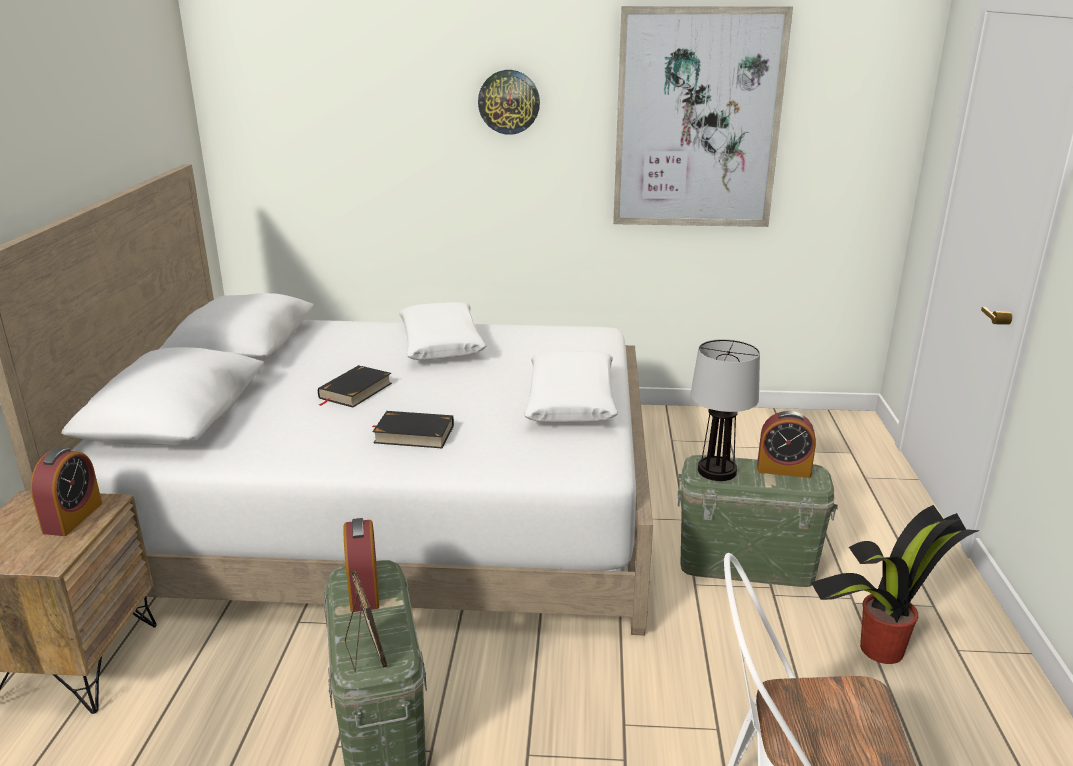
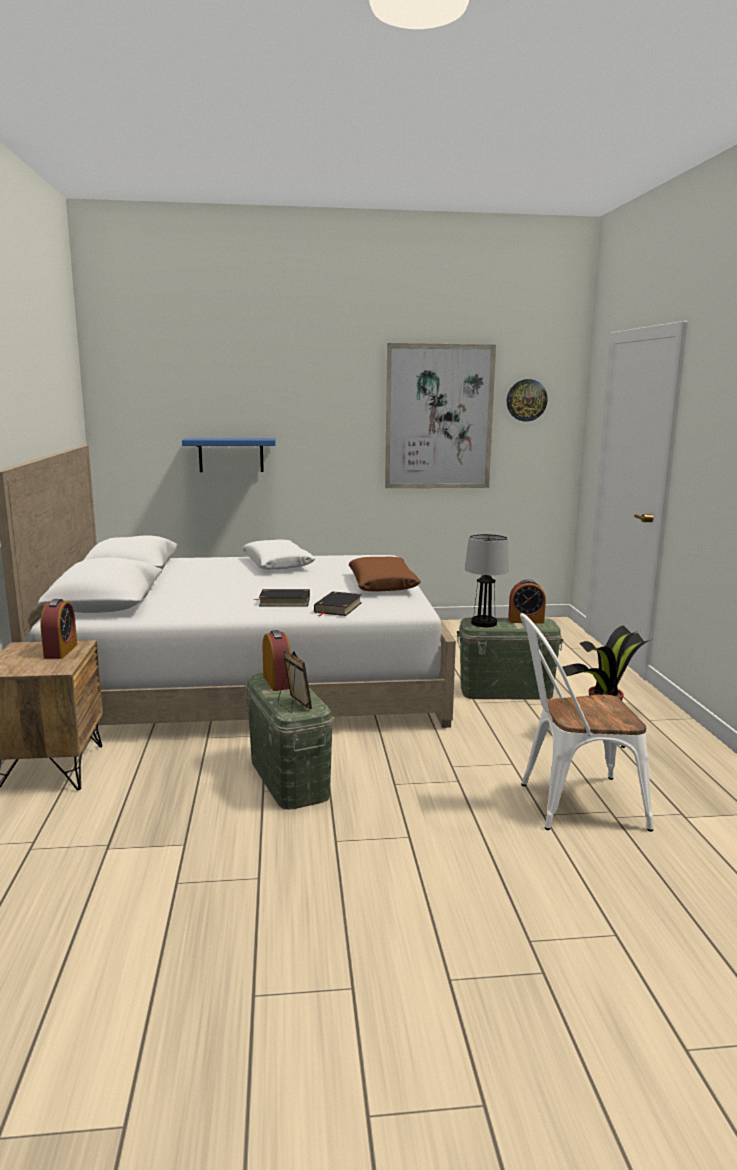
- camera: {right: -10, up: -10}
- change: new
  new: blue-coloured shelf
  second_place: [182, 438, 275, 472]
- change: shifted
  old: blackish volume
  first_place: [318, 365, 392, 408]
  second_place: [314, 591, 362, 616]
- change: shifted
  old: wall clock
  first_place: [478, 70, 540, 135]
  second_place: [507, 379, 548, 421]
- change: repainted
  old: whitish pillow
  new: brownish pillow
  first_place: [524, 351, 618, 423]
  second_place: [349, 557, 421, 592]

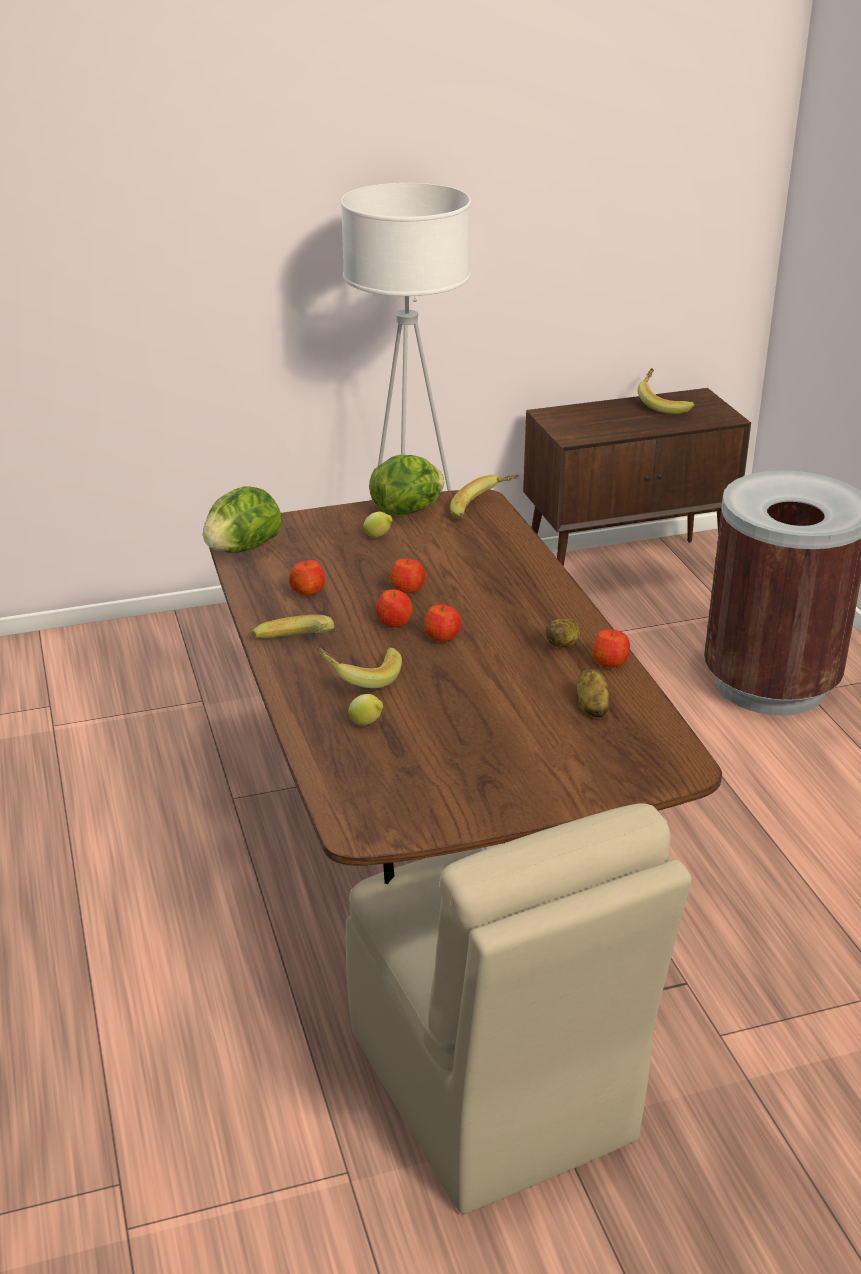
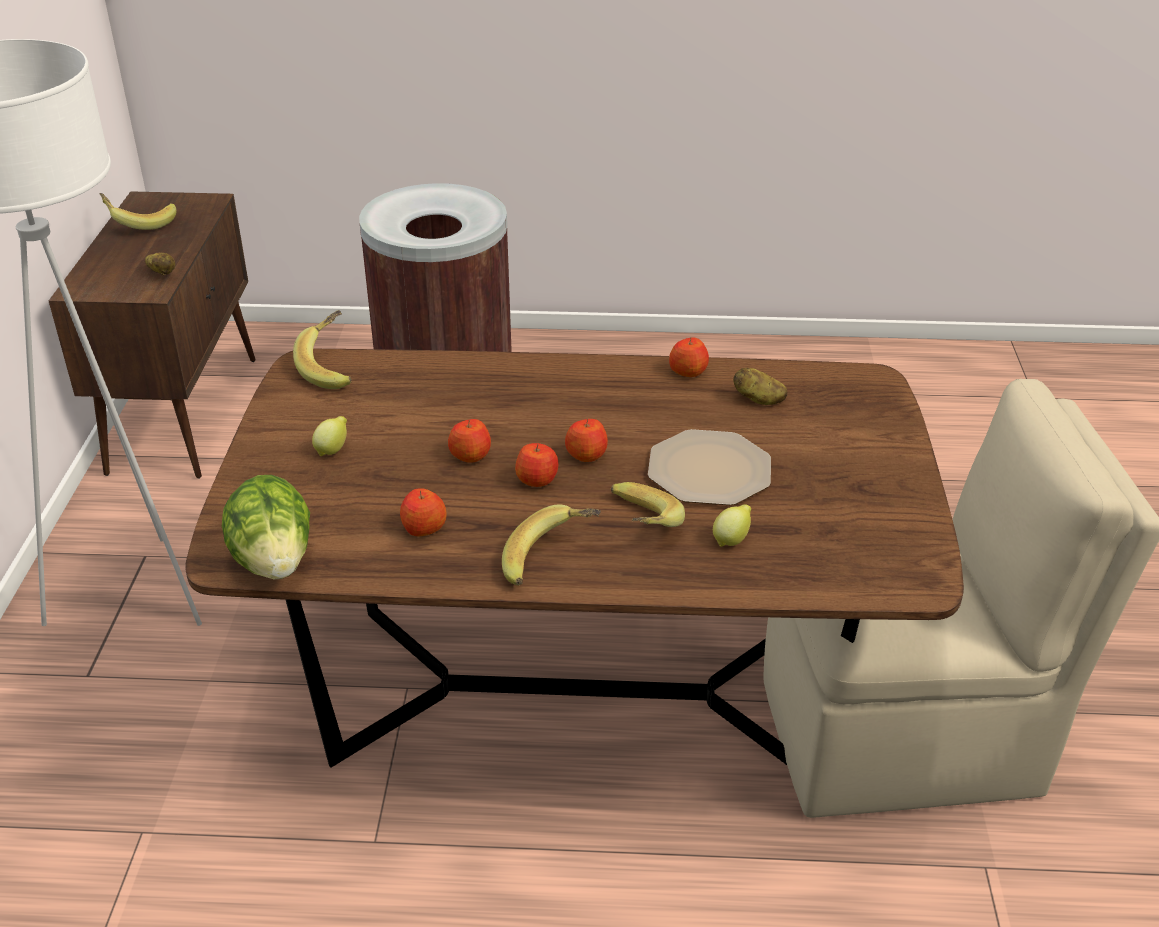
- camera: {right: -70, up: 5}
- change: gone
  old: lettuce
  first_place: [369, 455, 444, 515]
- change: new
  new: flat dish
  second_place: [648, 429, 771, 505]
- change: shifted
  old: potato
  first_place: [546, 619, 580, 647]
  second_place: [145, 252, 175, 275]

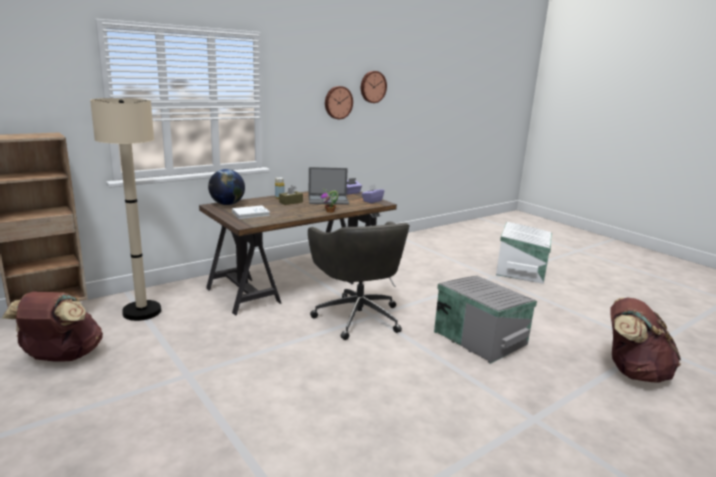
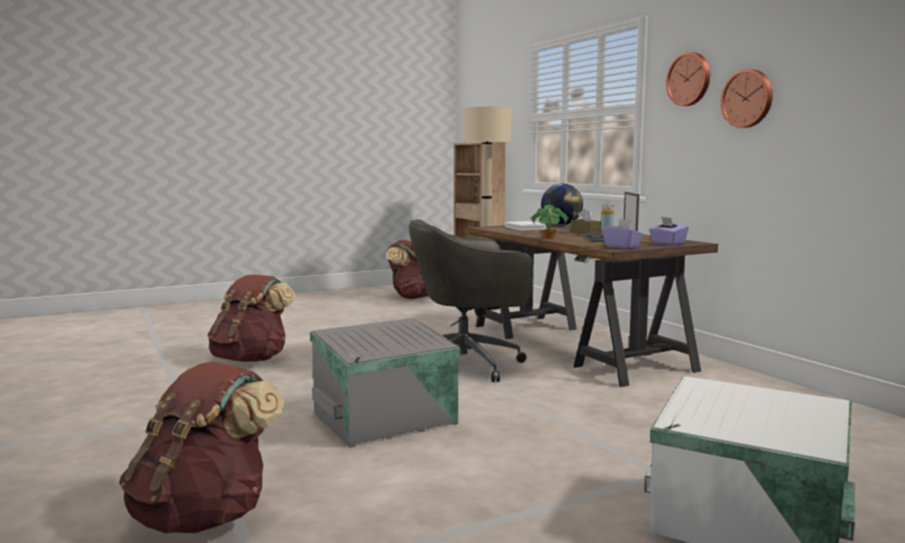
- camera: {right: 100, up: -10}
- change: new
  new: brownish knapsack
  second_place: [207, 275, 296, 362]
- change: shifted
  old: wall clock
  first_place: [361, 71, 387, 103]
  second_place: [666, 52, 710, 106]

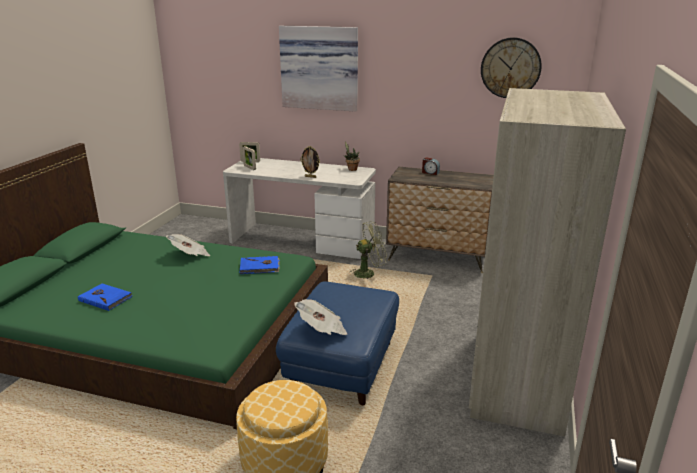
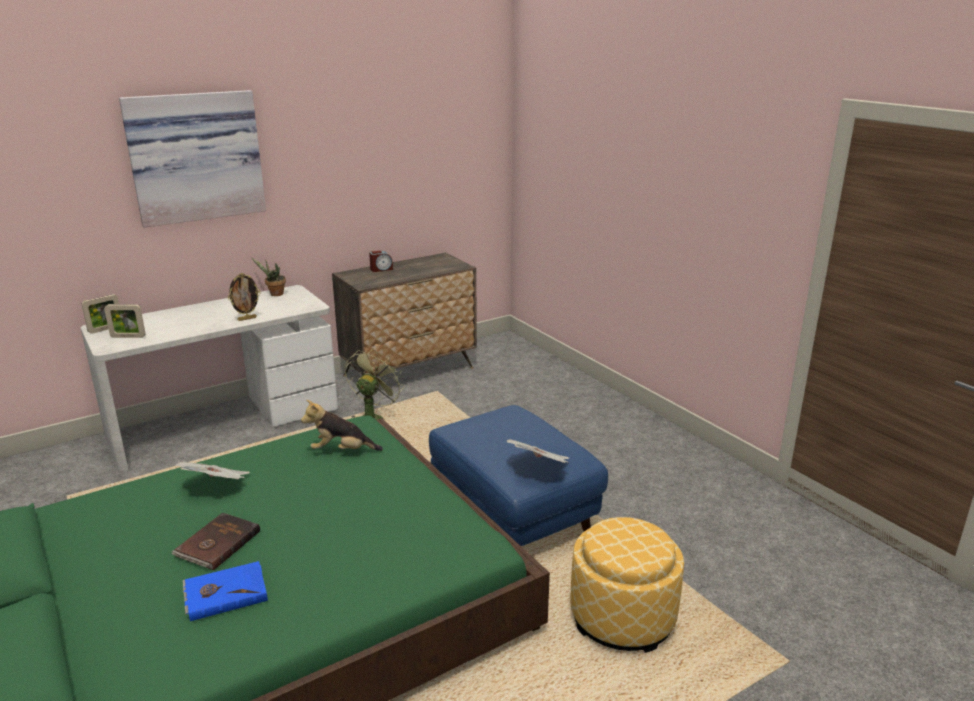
- camera: {right: -50, up: 0}
- change: gone
  old: sand-coloured wardrobe
  first_place: [469, 88, 626, 437]
- change: gone
  old: wall clock
  first_place: [481, 37, 542, 98]
- change: new
  new: brownish volume
  second_place: [171, 513, 260, 570]
- change: swapped
  old: blue-coloured volume
  new: plush toy
  first_place: [239, 256, 280, 274]
  second_place: [301, 400, 383, 451]

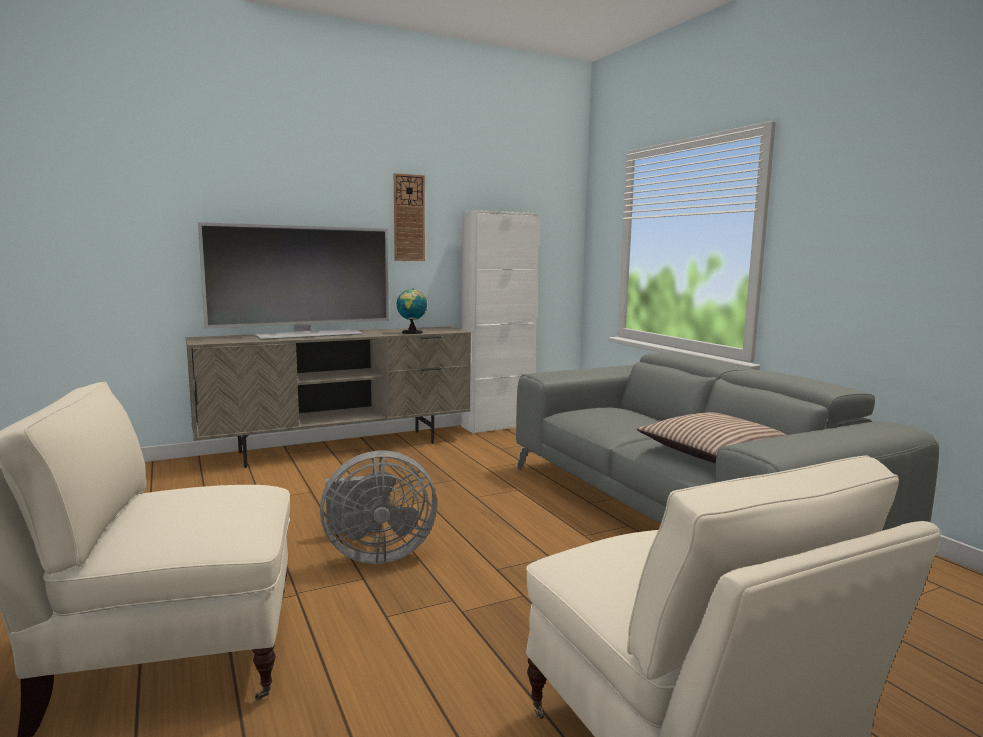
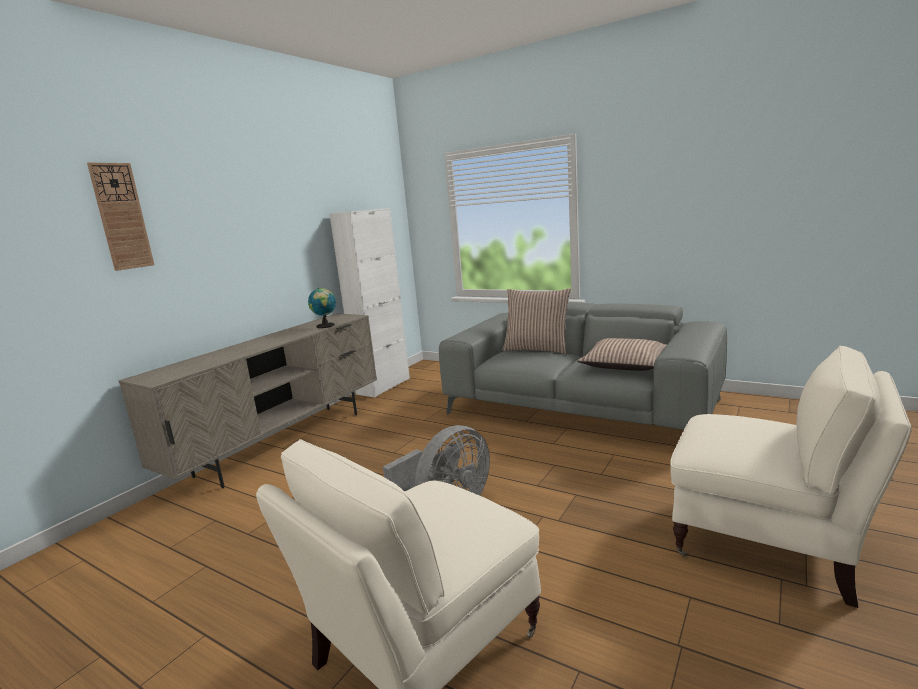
- camera: {right: -30, up: 5}
- change: gone
  old: television
  first_place: [198, 222, 389, 340]
- change: new
  new: pillow
  second_place: [502, 288, 571, 354]
- change: shifted
  old: wall clock
  first_place: [394, 173, 425, 261]
  second_place: [87, 163, 154, 271]

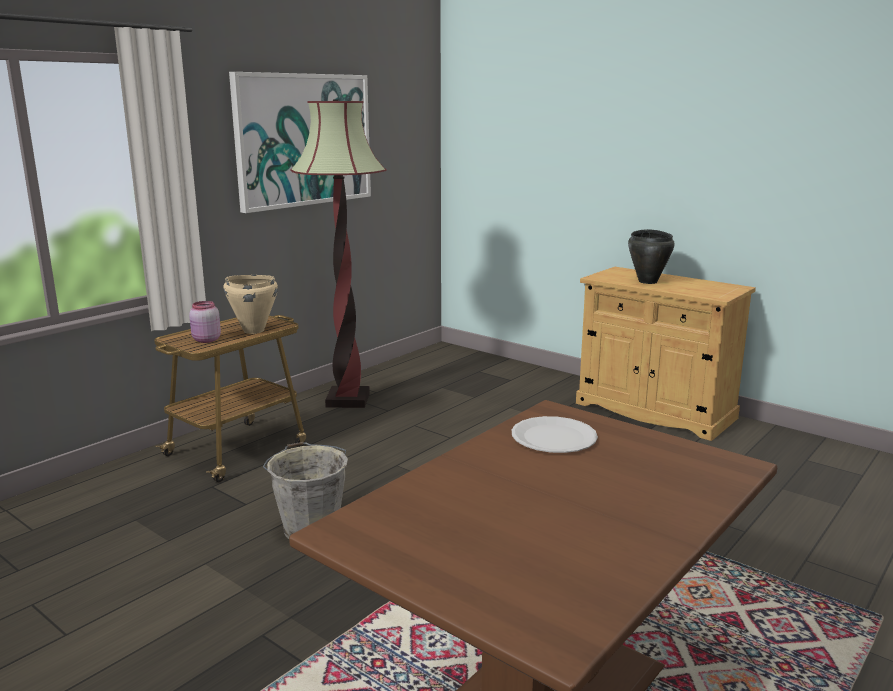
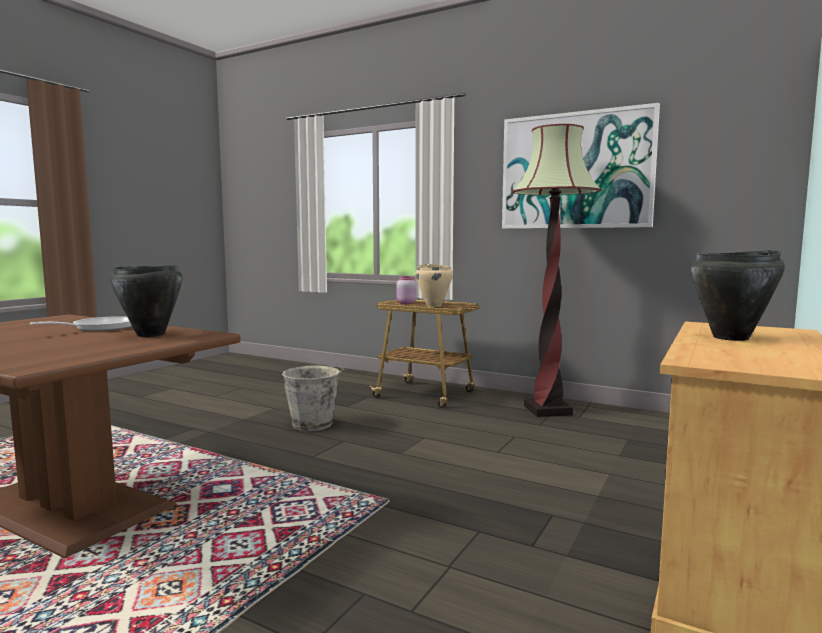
- camera: {right: 80, up: -10}
- change: new
  new: pan
  second_place: [30, 316, 132, 331]
- change: swapped
  old: whitish flat dish
  new: blackish saucepot
  first_place: [512, 416, 598, 453]
  second_place: [111, 265, 182, 337]

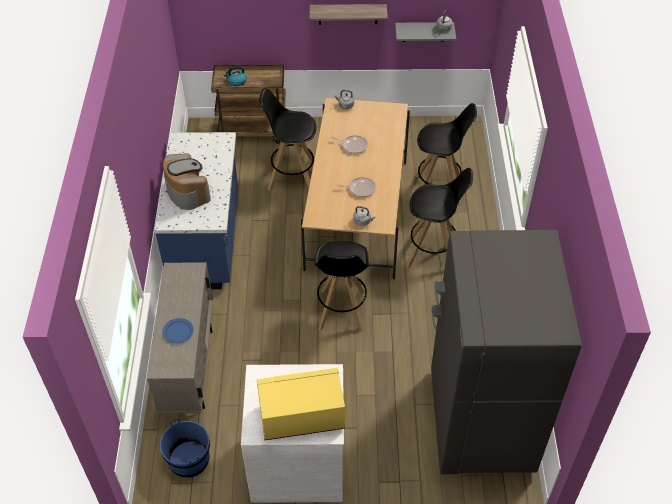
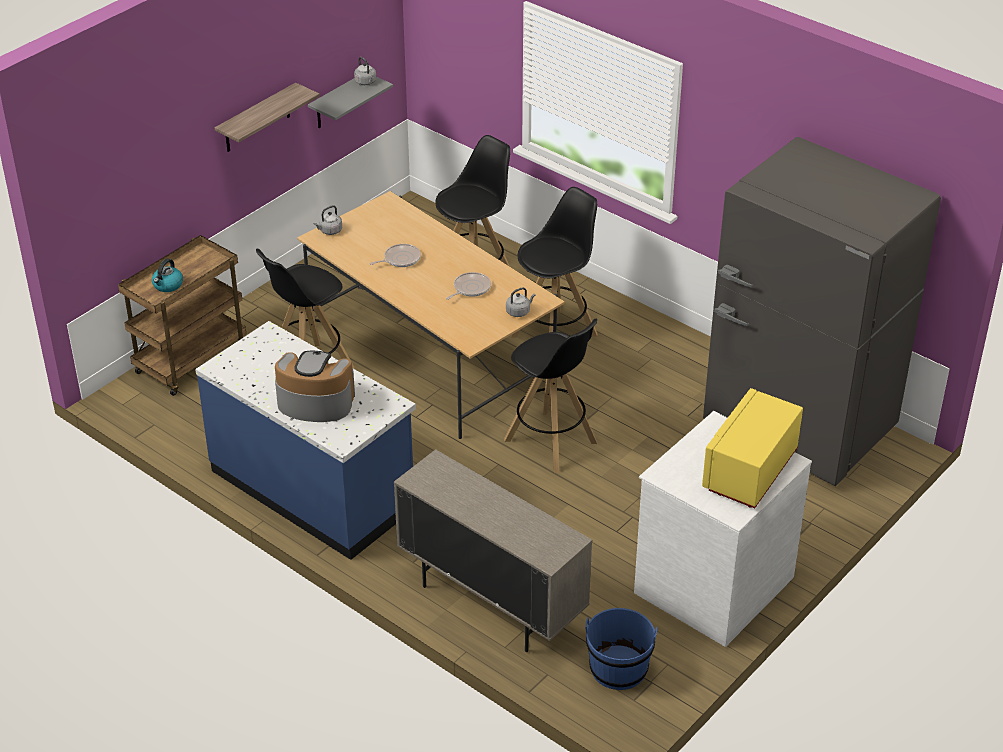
- camera: {right: -50, up: -10}
- change: gone
  old: blue-coloured flat dish
  first_place: [162, 318, 193, 344]

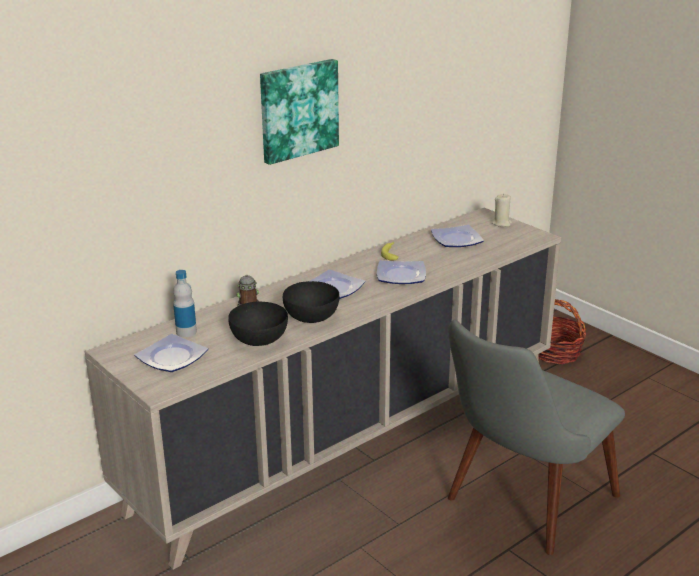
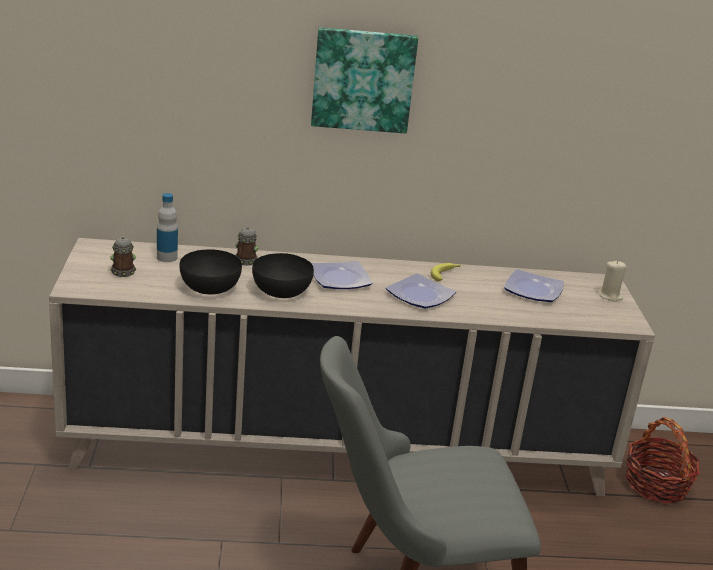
- camera: {right: 35, up: 0}
- change: swapped
  old: flat dish
  new: tea mug
  first_place: [135, 334, 208, 372]
  second_place: [110, 236, 136, 277]

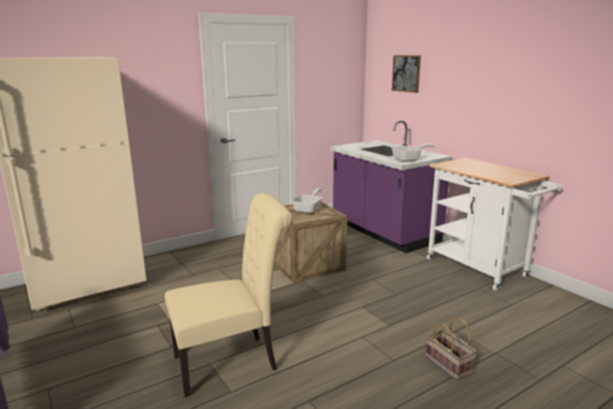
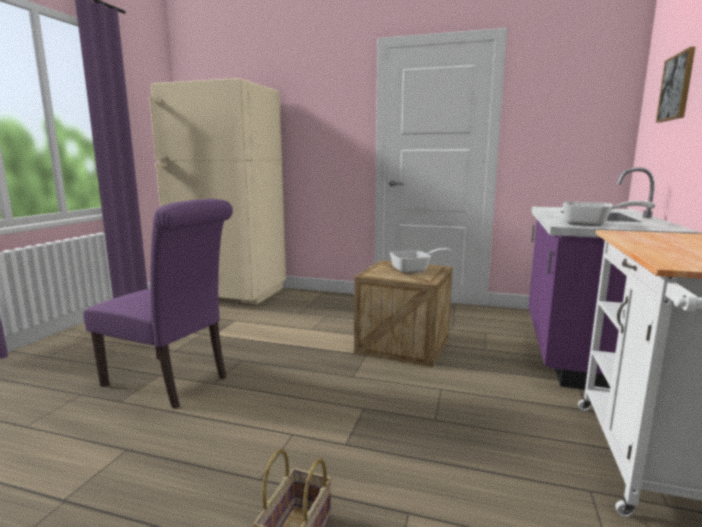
- camera: {right: 50, up: -5}
- change: repainted
  old: sand-coloured upright chair
  new: purple upright chair
  first_place: [165, 193, 292, 397]
  second_place: [83, 199, 233, 409]

